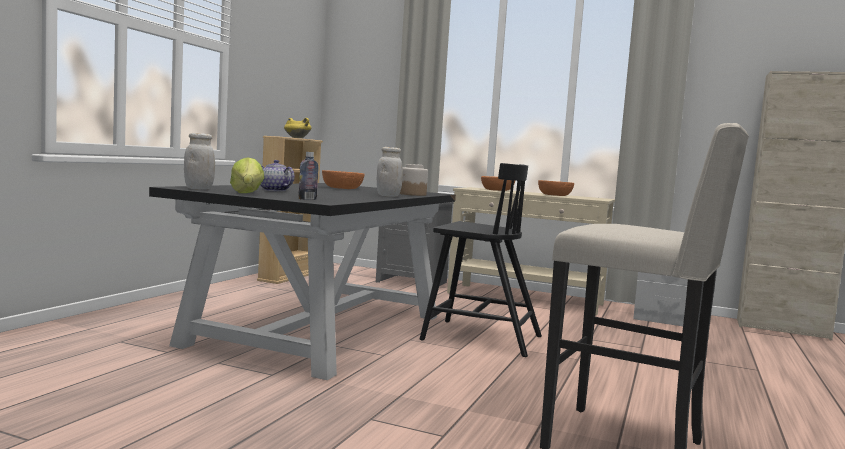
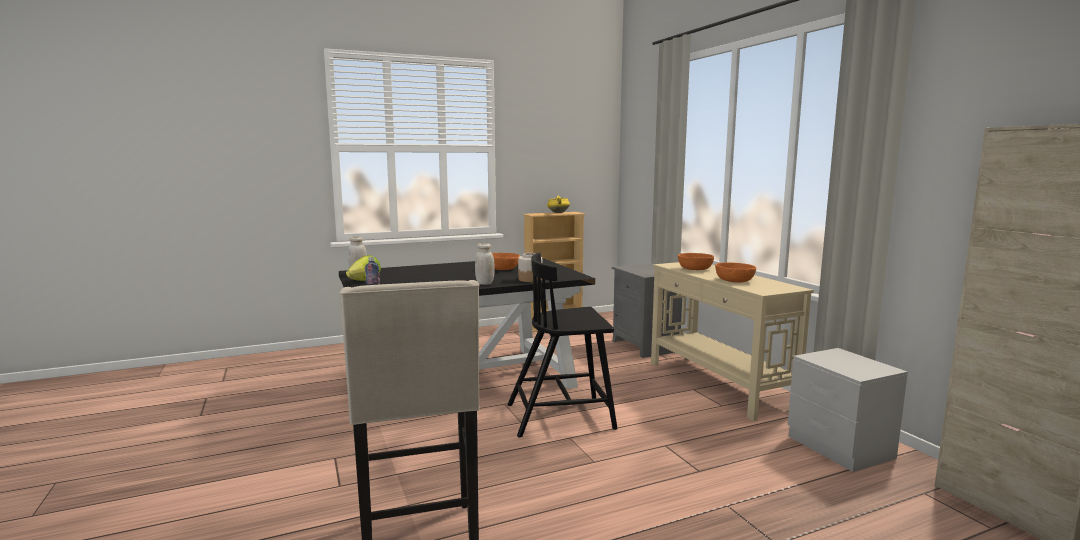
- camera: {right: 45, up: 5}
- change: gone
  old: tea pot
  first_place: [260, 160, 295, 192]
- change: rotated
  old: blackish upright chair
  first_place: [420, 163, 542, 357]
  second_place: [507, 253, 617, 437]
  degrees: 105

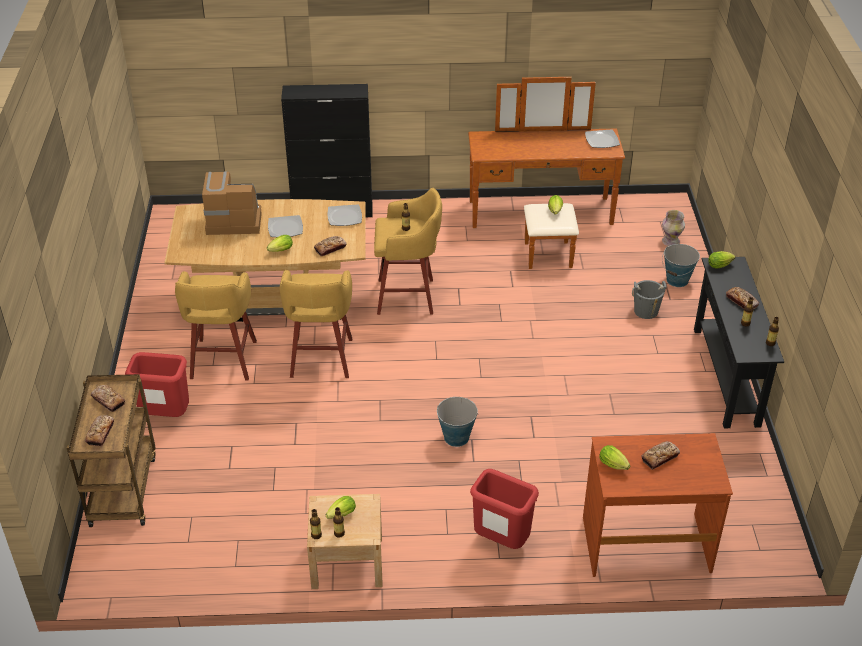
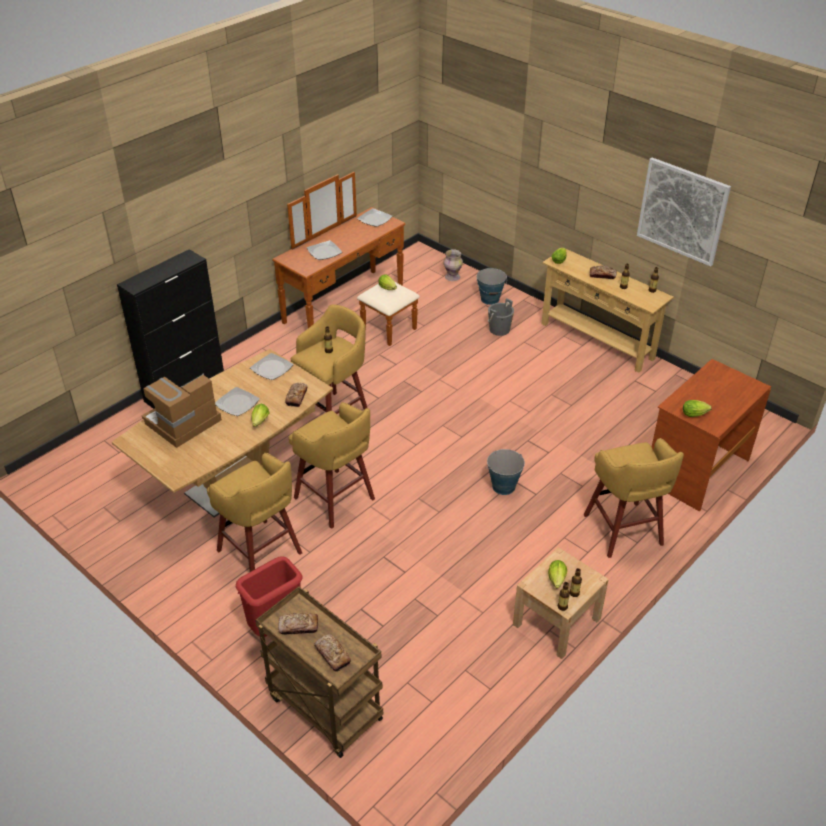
- camera: {right: -45, up: 0}
- change: gone
  old: bread
  first_place: [641, 441, 680, 470]
- change: new
  new: flat dish
  second_place: [307, 240, 342, 260]
- change: new
  new: picture
  second_place: [637, 158, 731, 267]
- change: swapped
  old: red-coloured rubbish bin
  new: yellow-coloured stool seat
  first_place: [470, 469, 539, 549]
  second_place: [584, 438, 684, 558]
- change: repainted
  old: blackish narrow table
  new: sand-coloured narrow table
  first_place: [694, 257, 784, 428]
  second_place: [542, 249, 674, 373]

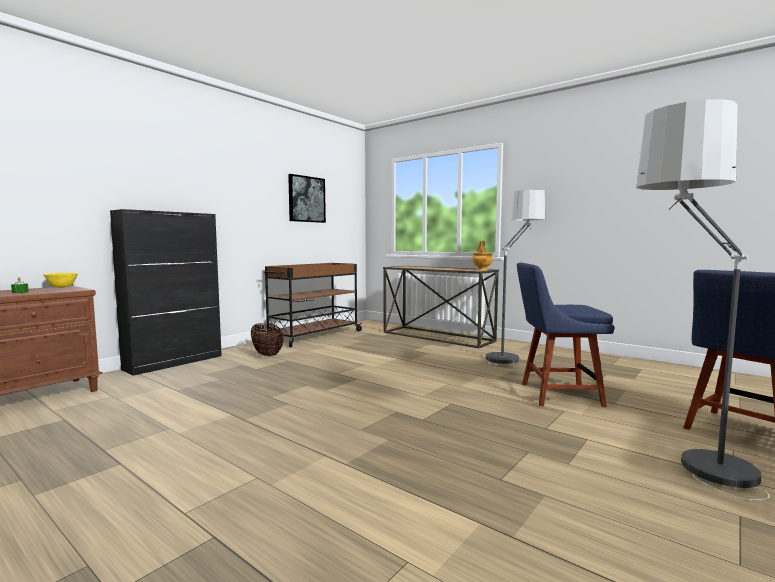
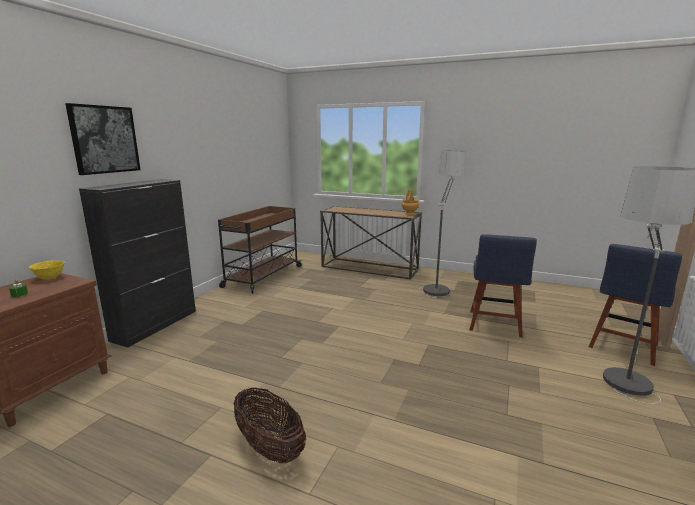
- camera: {right: -15, up: 10}
- change: shifted
  old: household basket
  first_place: [251, 323, 284, 356]
  second_place: [234, 388, 306, 464]
- change: shifted
  old: picture
  first_place: [288, 174, 326, 223]
  second_place: [65, 103, 141, 175]
- change: rotated
  old: blue-coloured upright chair
  first_place: [517, 263, 614, 407]
  second_place: [470, 234, 537, 338]
  degrees: -60

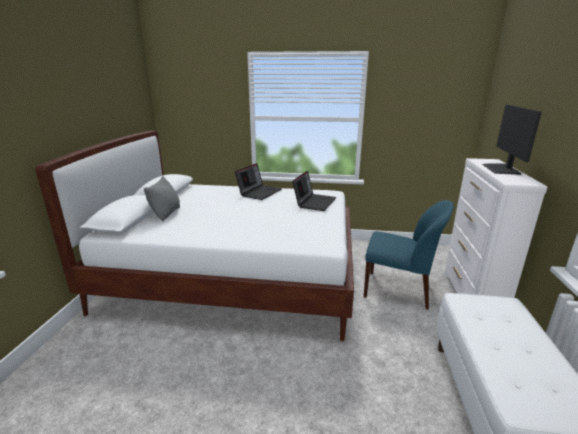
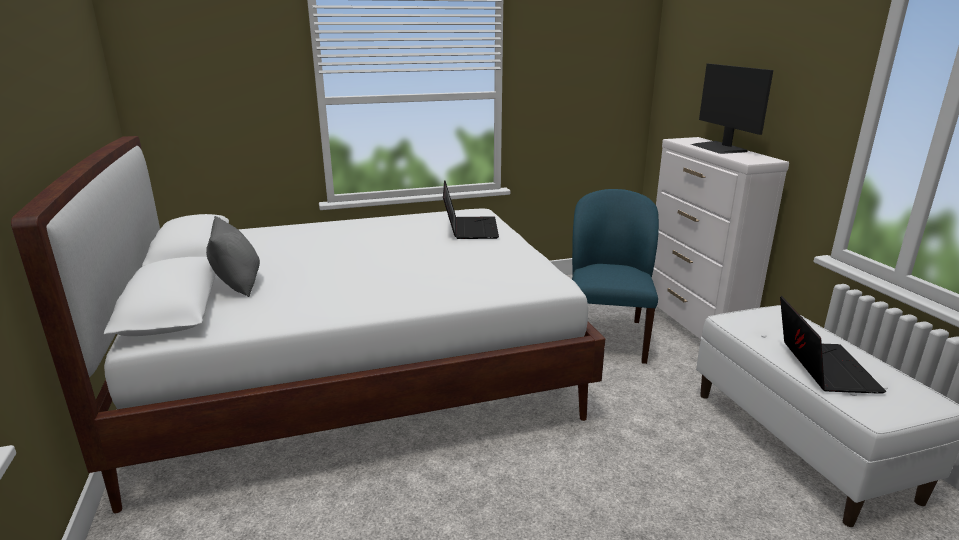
- camera: {right: -25, up: 0}
- change: shifted
  old: laptop
  first_place: [235, 163, 282, 200]
  second_place: [780, 296, 886, 394]
- change: rotated
  old: blue-coloured upright chair
  first_place: [364, 200, 454, 310]
  second_place: [572, 189, 659, 364]
  degrees: -75

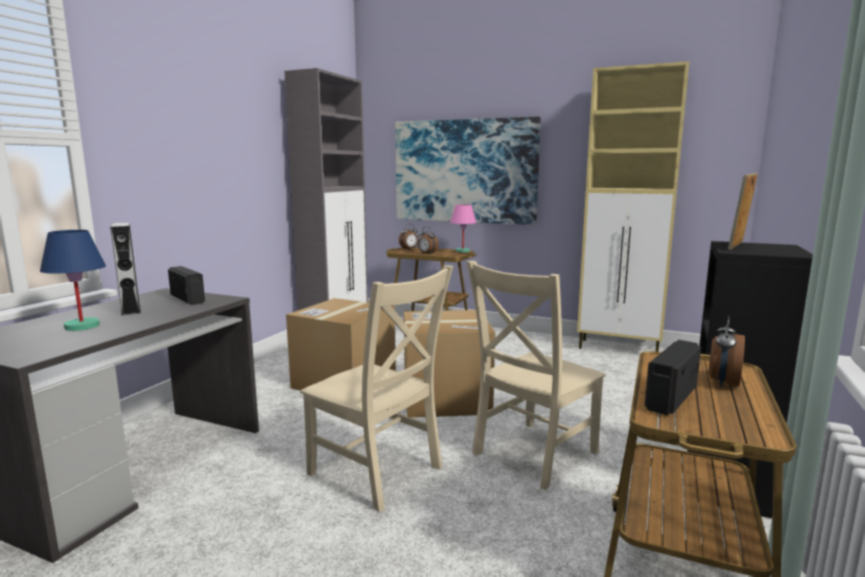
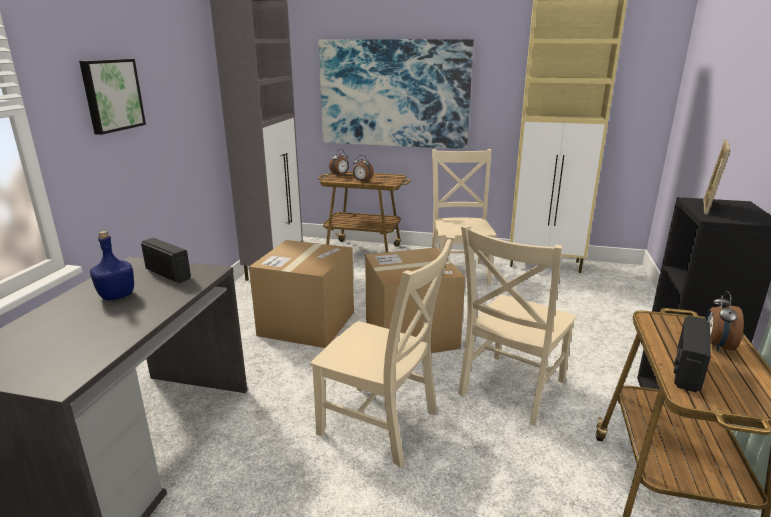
- camera: {right: -10, up: 10}
- change: gone
  old: blue-coloured tabletop lamp
  first_place: [40, 230, 106, 331]
- change: gone
  old: pink tabletop lamp
  first_place: [450, 204, 476, 253]
- change: new
  new: picture
  second_place: [79, 59, 146, 135]
- change: new
  new: sand-coloured upright chair
  second_place: [432, 149, 497, 285]
- change: swapped
  old: greyish audio speaker
  new: blue-coloured beverage bottle
  first_place: [110, 222, 141, 315]
  second_place: [90, 231, 134, 301]

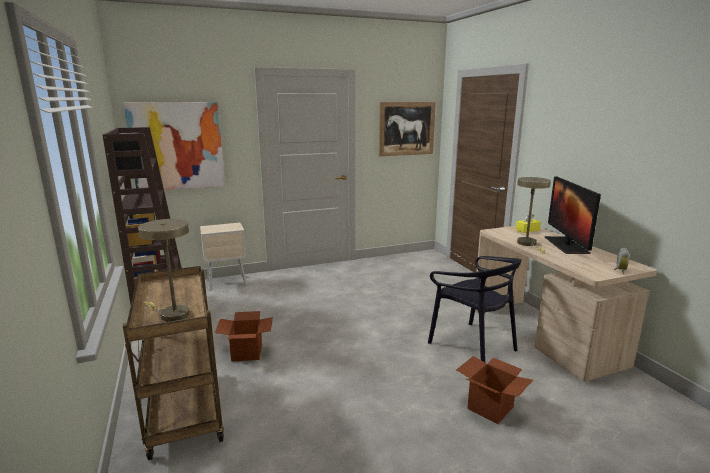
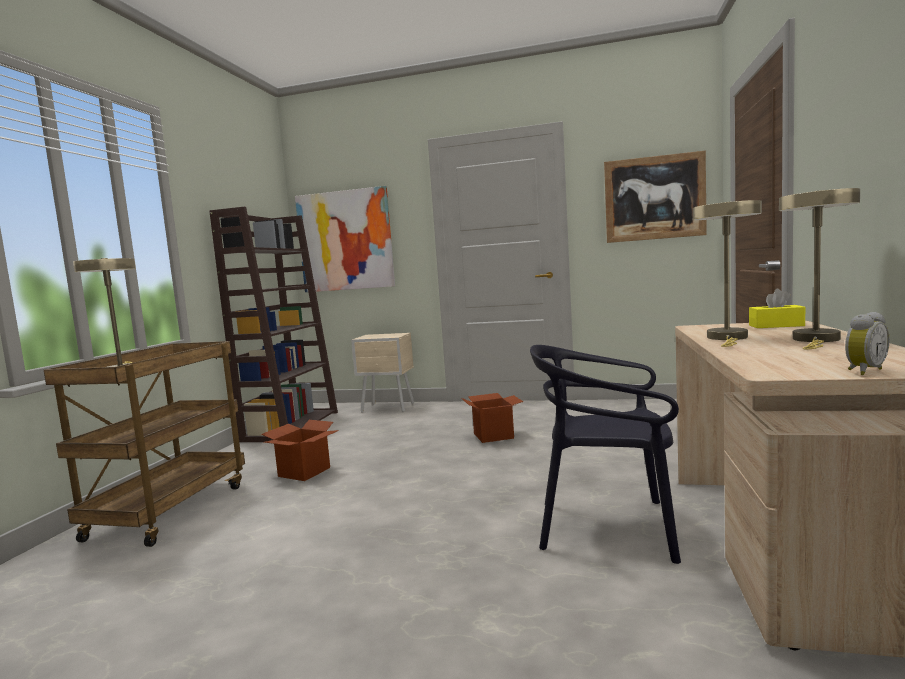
- camera: {right: 35, up: -10}
- change: shifted
  old: packing box
  first_place: [457, 356, 533, 424]
  second_place: [462, 393, 524, 443]
- change: swapped
  old: computer display
  new: sand-coloured tabletop lamp
  first_place: [545, 177, 601, 254]
  second_place: [779, 188, 860, 349]
- change: rotated
  old: blackish upright chair
  first_place: [428, 256, 522, 362]
  second_place: [530, 345, 681, 564]
  degrees: 105

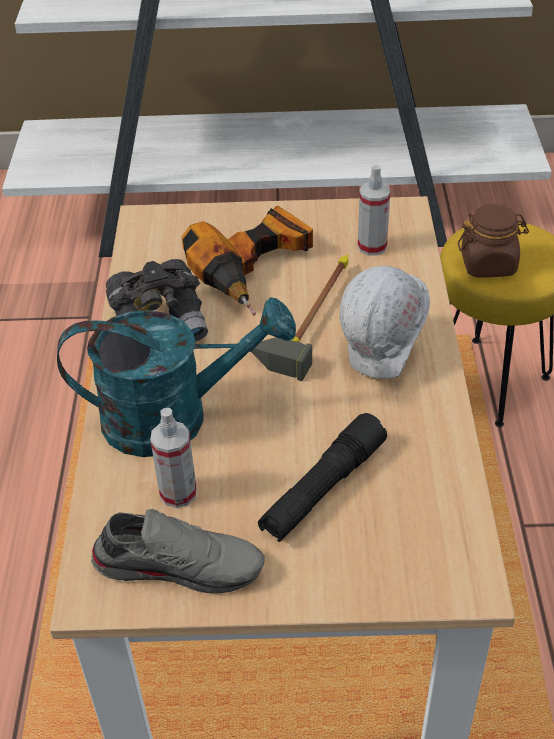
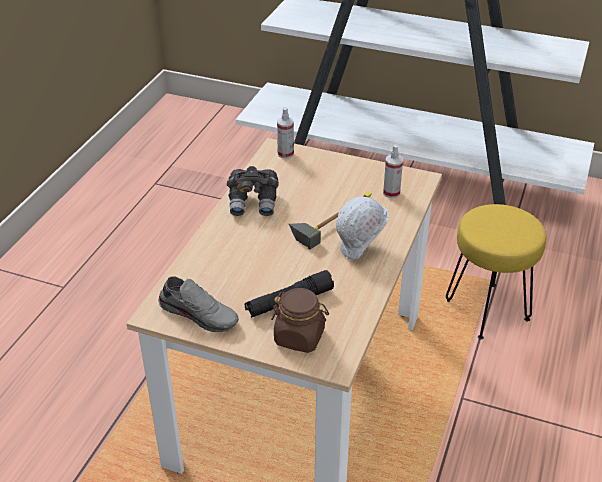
- camera: {right: 20, up: -5}
- change: gone
  old: blue-green watering pot
  first_place: [57, 298, 296, 457]
- change: gone
  old: power drill
  first_place: [182, 205, 313, 315]
- change: shifted
  old: hand sprayer
  first_place: [150, 408, 197, 508]
  second_place: [277, 107, 294, 159]
- change: shifted
  old: brownish jar
  first_place: [458, 204, 529, 277]
  second_place: [271, 288, 329, 353]

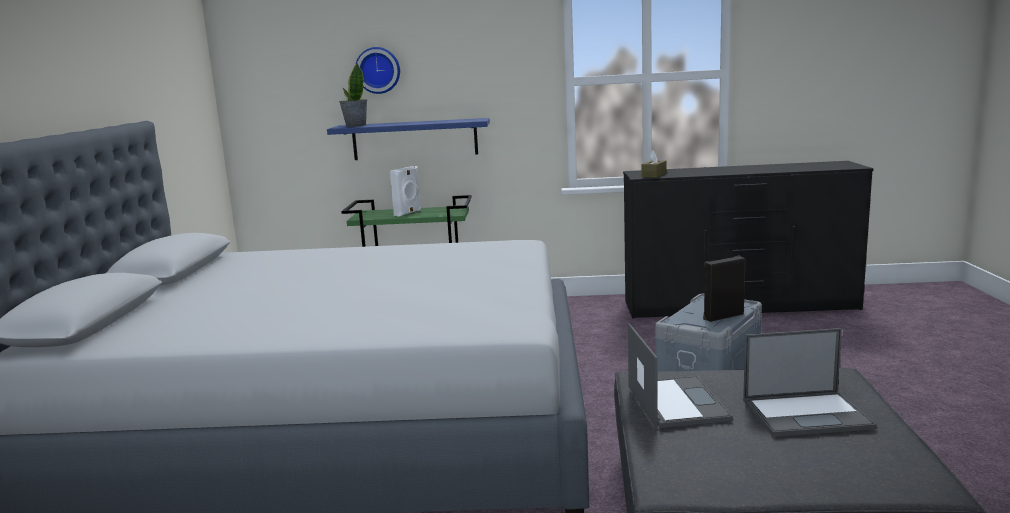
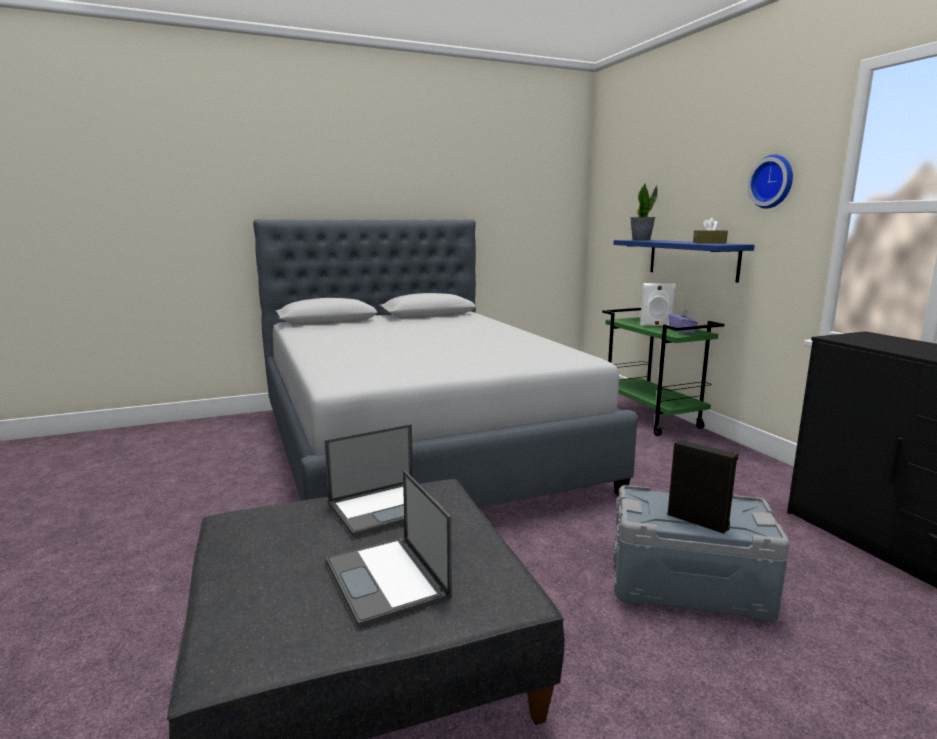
- camera: {right: 65, up: 0}
- change: new
  new: purple tissue holder
  second_place: [668, 309, 698, 333]
- change: shifted
  old: wall clock
  first_place: [356, 47, 400, 94]
  second_place: [747, 155, 793, 209]
- change: shifted
  old: brownish tissue holder
  first_place: [641, 150, 667, 178]
  second_place: [693, 218, 728, 244]

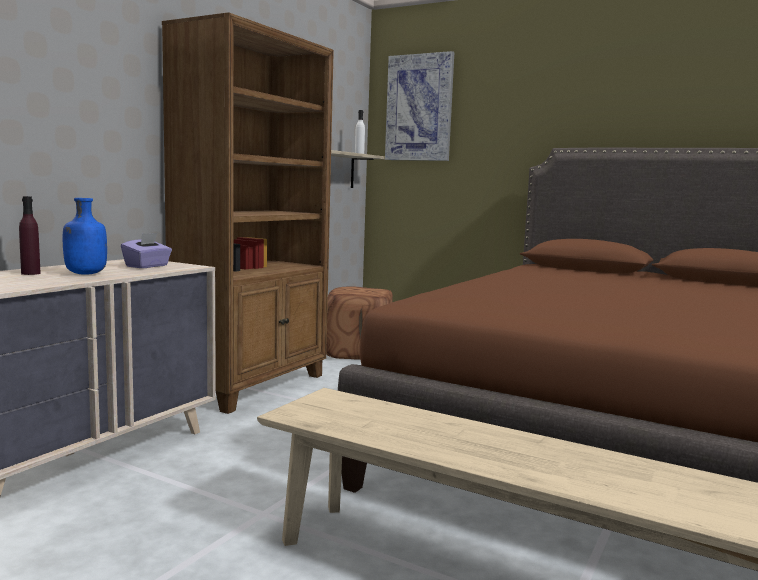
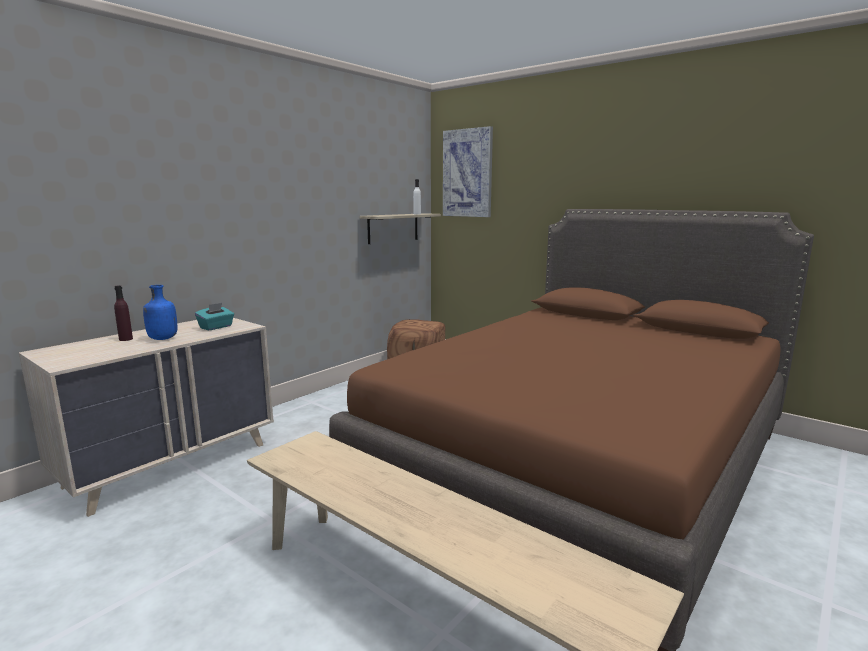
- camera: {right: 10, up: 5}
- change: gone
  old: brownish shelving unit
  first_place: [162, 12, 334, 414]
- change: repainted
  old: purple tissue holder
  new: blue-green tissue holder
  first_place: [121, 233, 172, 268]
  second_place: [195, 303, 234, 330]

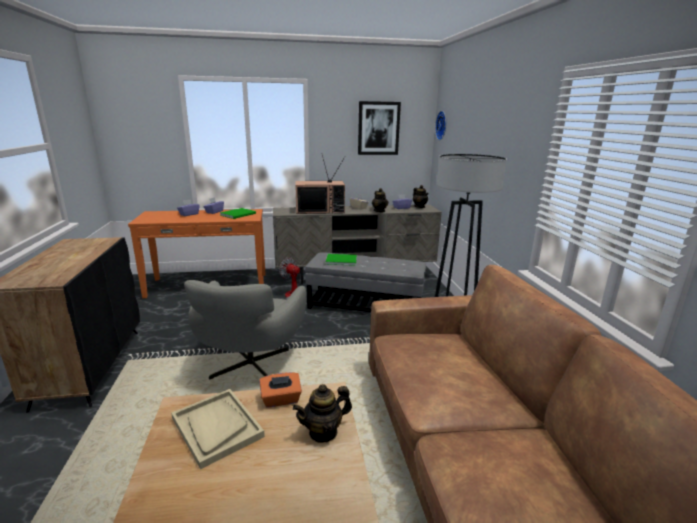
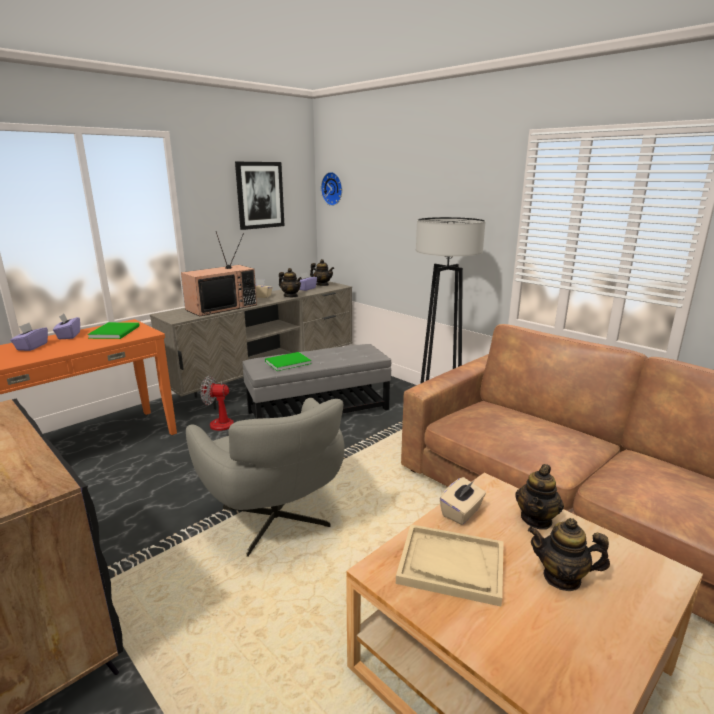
- camera: {right: -35, up: 0}
- change: new
  new: tea pot
  second_place: [528, 518, 610, 591]
- change: repainted
  old: orangey tissue holder
  new: sand-coloured tissue holder
  first_place: [259, 372, 302, 408]
  second_place: [440, 477, 486, 525]

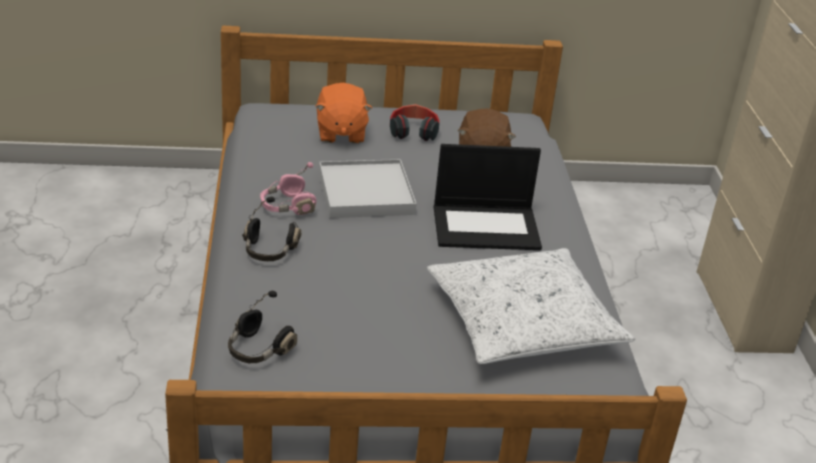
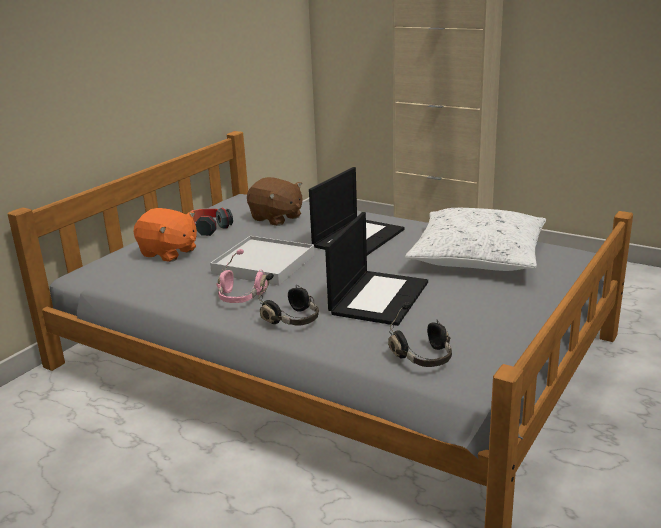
- camera: {right: -50, up: -10}
- change: new
  new: laptop
  second_place: [325, 212, 428, 326]

